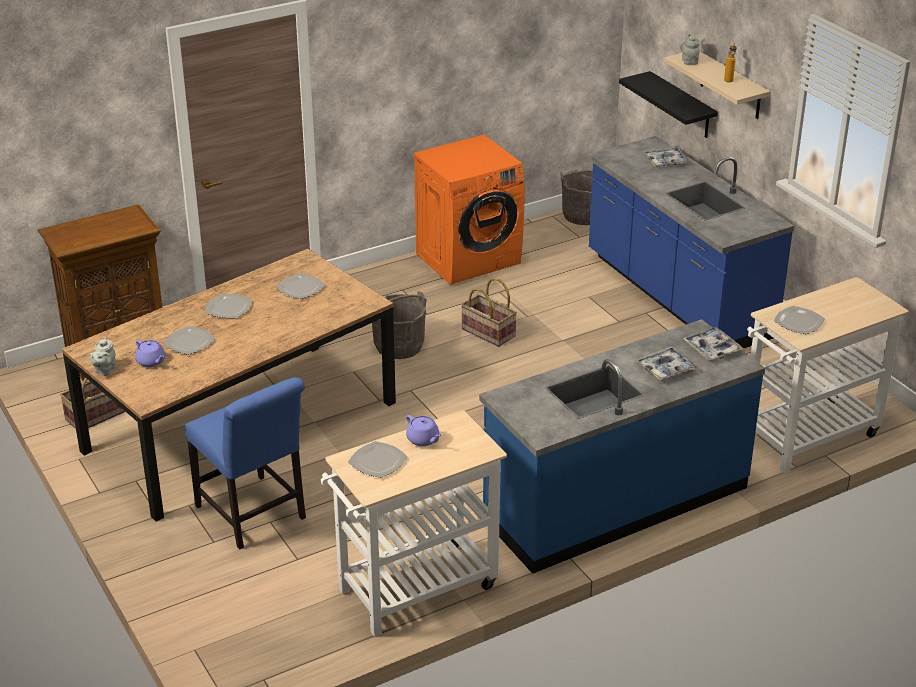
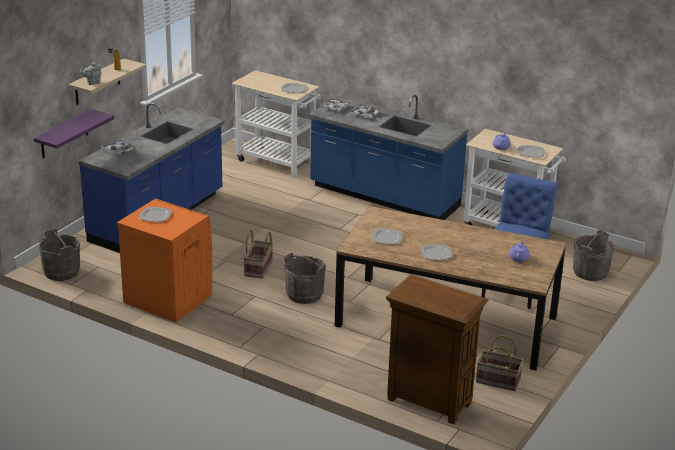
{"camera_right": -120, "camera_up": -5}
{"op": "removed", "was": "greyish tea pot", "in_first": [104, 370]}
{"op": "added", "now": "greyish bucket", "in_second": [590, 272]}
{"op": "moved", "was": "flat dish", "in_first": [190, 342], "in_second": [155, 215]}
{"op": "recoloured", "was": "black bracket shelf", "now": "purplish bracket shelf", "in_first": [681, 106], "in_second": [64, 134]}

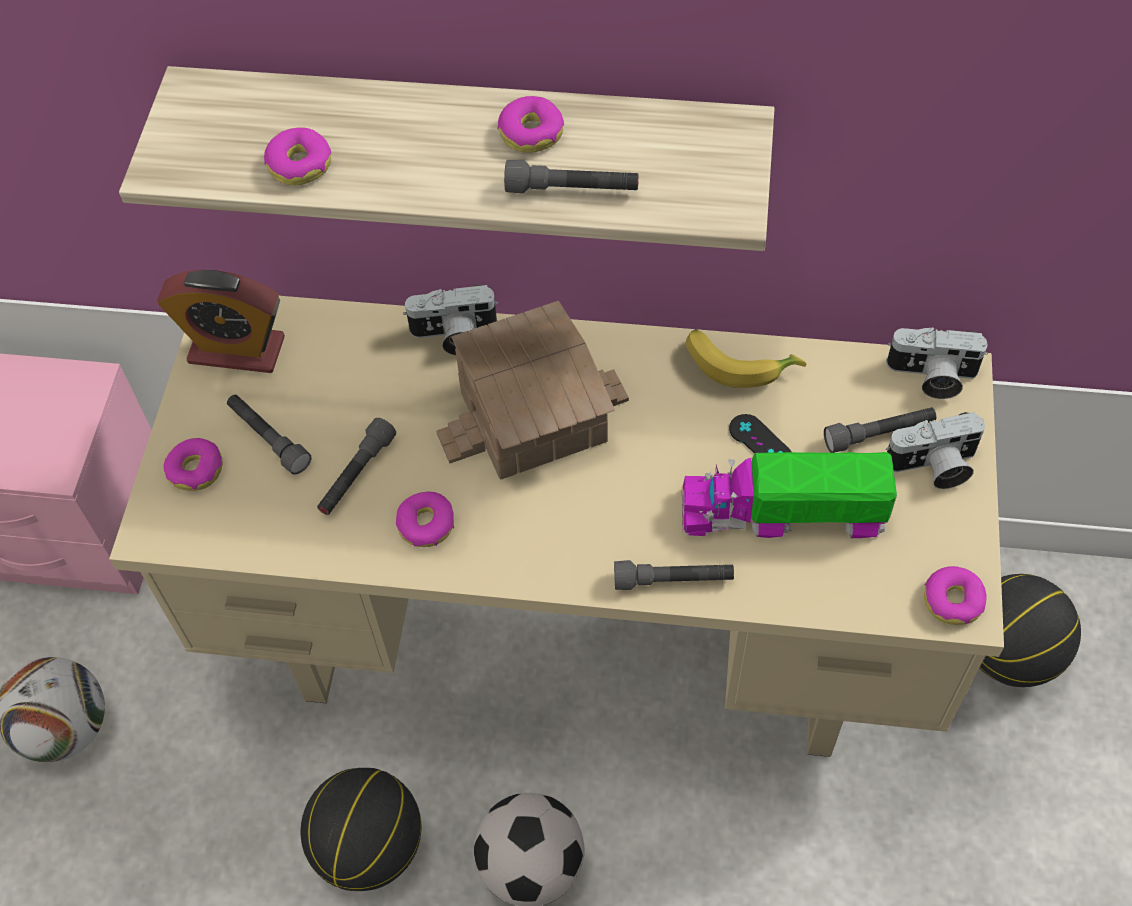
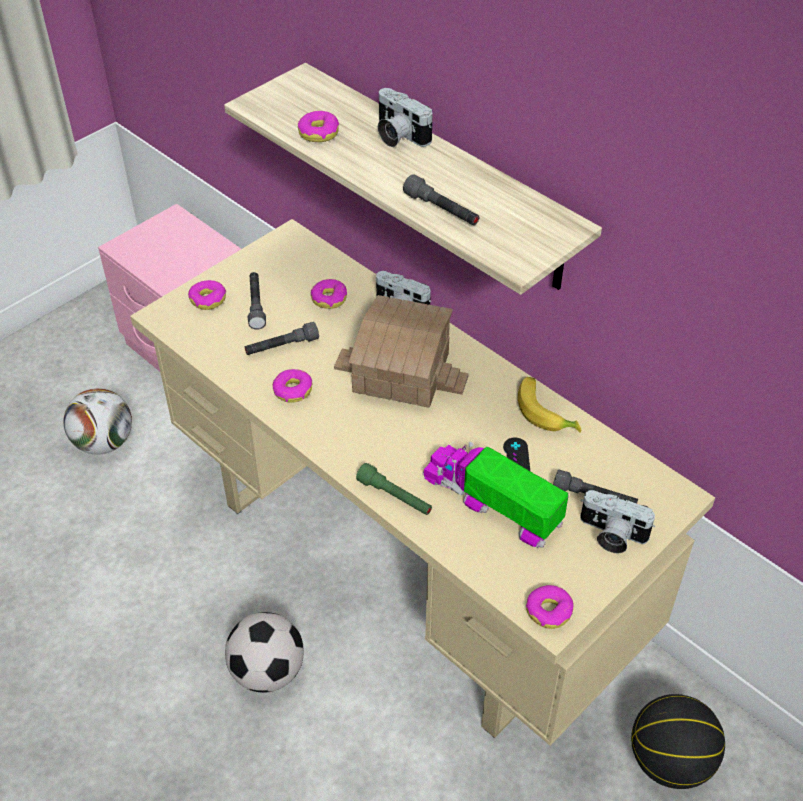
{"camera_right": 35, "camera_up": -10}
{"op": "removed", "was": "table clock", "in_first": [236, 350]}
{"op": "removed", "was": "basketball ball", "in_first": [370, 847]}
{"op": "moved", "was": "doughnut", "in_first": [531, 133], "in_second": [329, 298]}
{"op": "moved", "was": "still camera", "in_first": [931, 377], "in_second": [398, 135]}
{"op": "recoloured", "was": "greyish hand torch", "now": "green-coloured hand torch", "in_first": [673, 580], "in_second": [395, 497]}

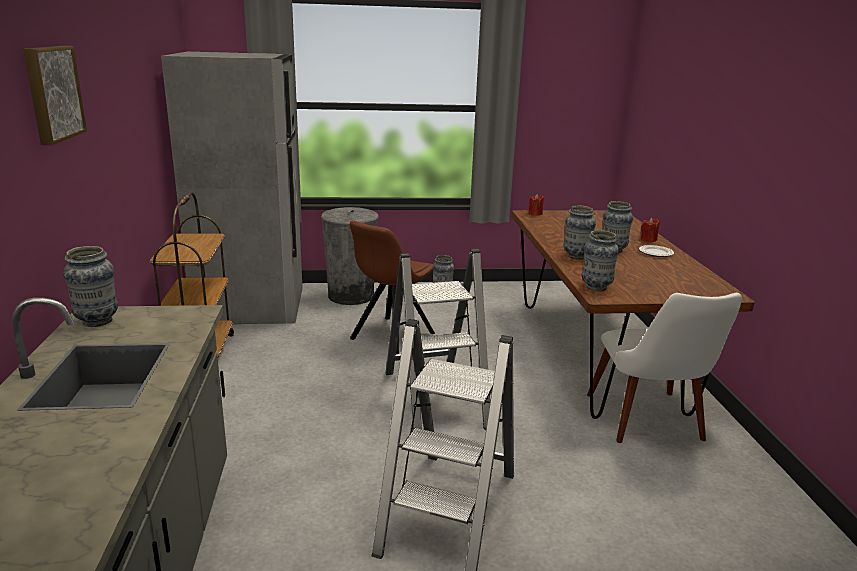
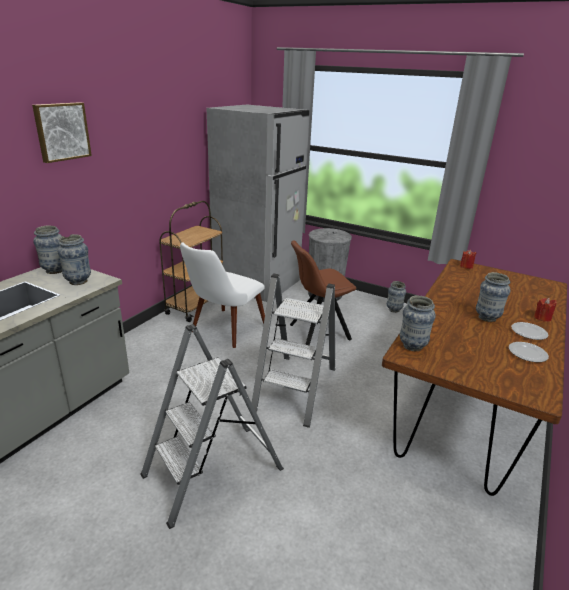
{"camera_right": 35, "camera_up": 5}
{"op": "added", "now": "flat dish", "in_second": [527, 353]}
{"op": "moved", "was": "flower vase", "in_first": [576, 256], "in_second": [78, 281]}
{"op": "moved", "was": "whitish chair", "in_first": [651, 425], "in_second": [223, 332]}

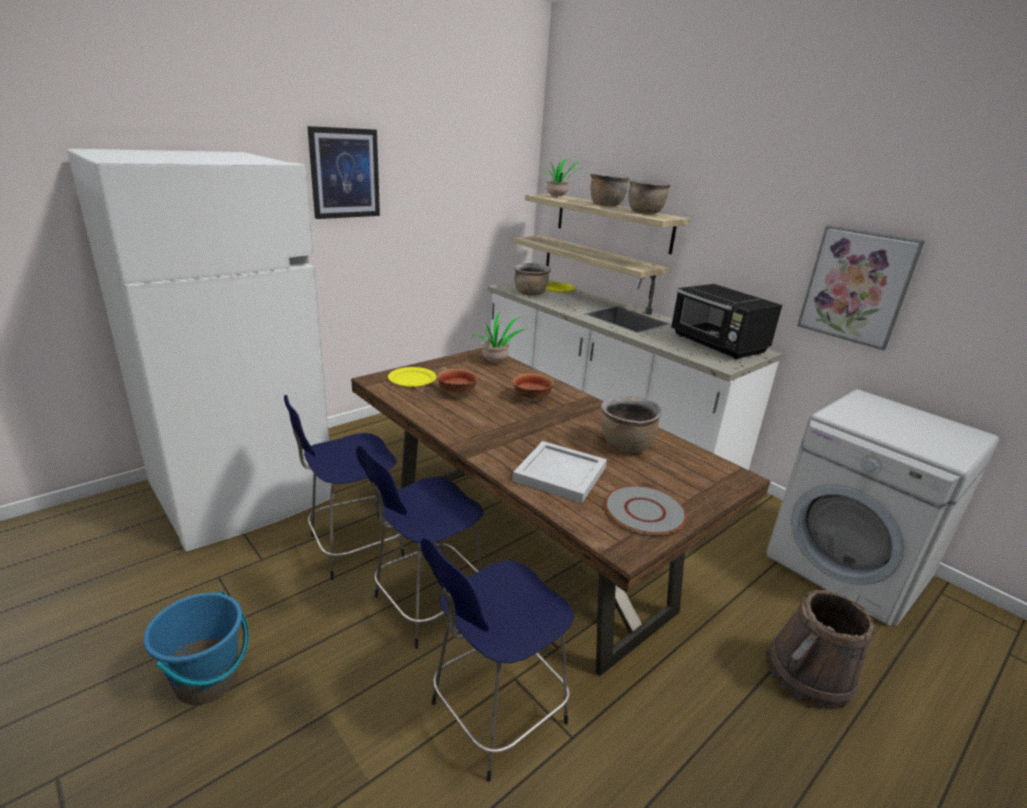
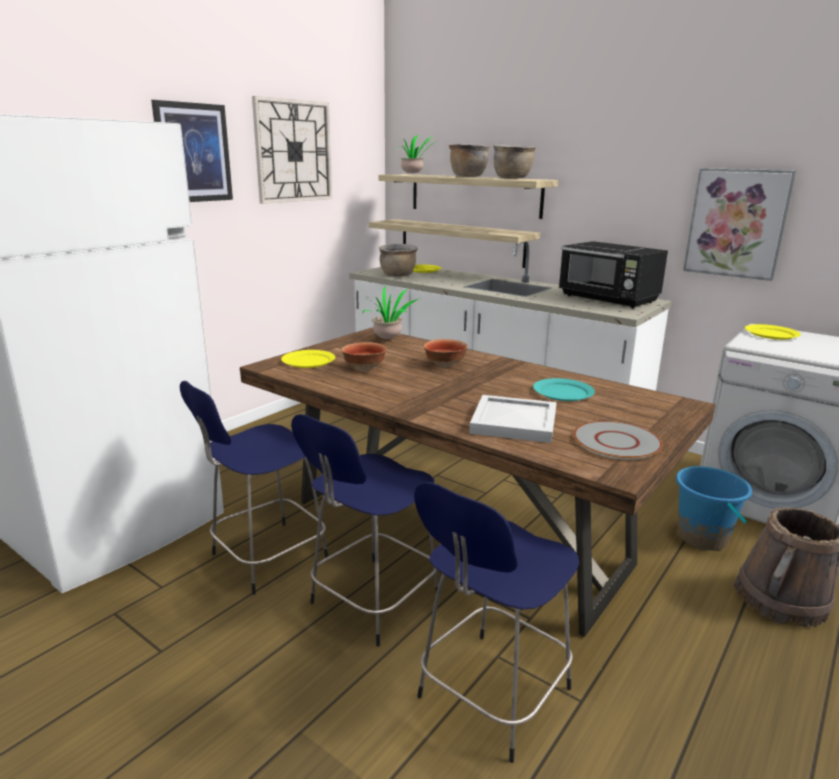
{"camera_right": -10, "camera_up": -5}
{"op": "added", "now": "wall clock", "in_second": [293, 151]}
{"op": "added", "now": "yellow-coloured flat dish", "in_second": [771, 334]}
{"op": "moved", "was": "blue-coloured bucket", "in_first": [208, 680], "in_second": [702, 537]}
{"op": "replaced", "was": "brownish saucepot", "now": "turquoise-coloured flat dish", "in_first": [625, 446], "in_second": [563, 392]}

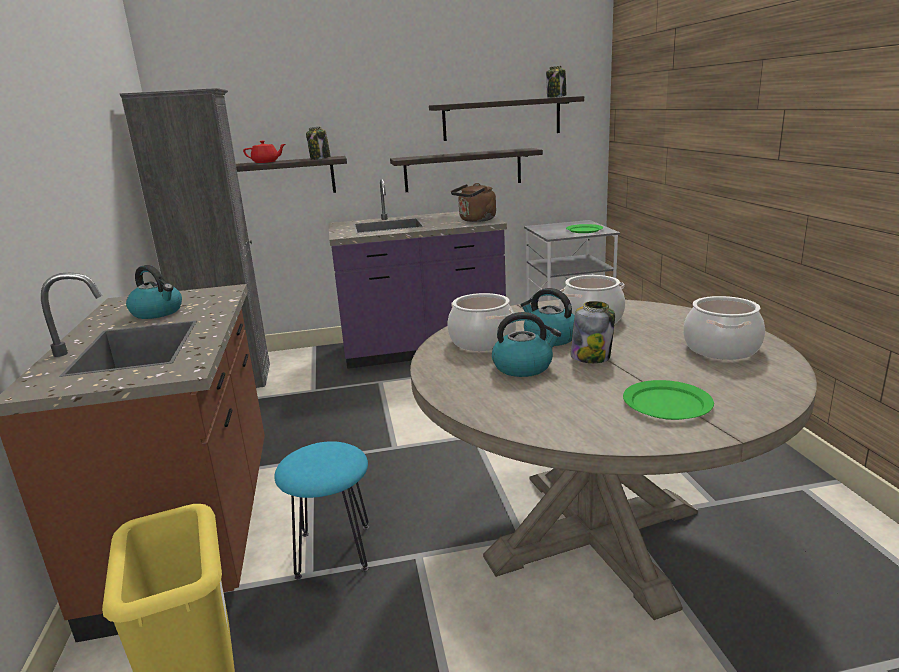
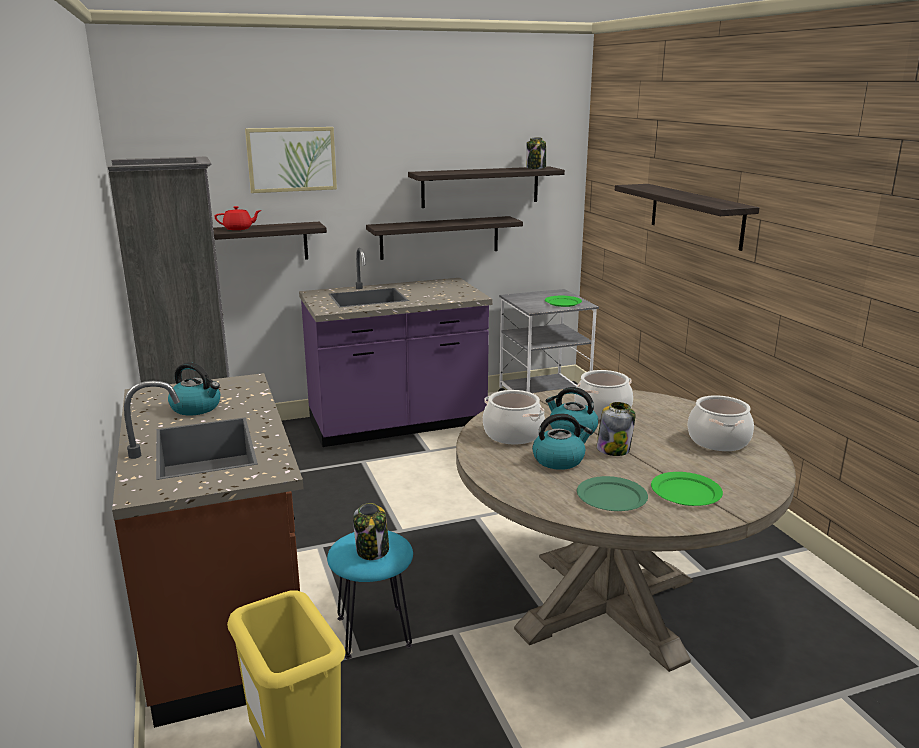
{"camera_right": -10, "camera_up": 0}
{"op": "removed", "was": "brownish tea kettle", "in_first": [476, 220]}
{"op": "added", "now": "wall picture", "in_second": [291, 159]}
{"op": "added", "now": "green-coloured flat dish", "in_second": [611, 497]}
{"op": "added", "now": "bracket shelf", "in_second": [695, 215]}
{"op": "moved", "was": "jar", "in_first": [320, 158], "in_second": [372, 550]}

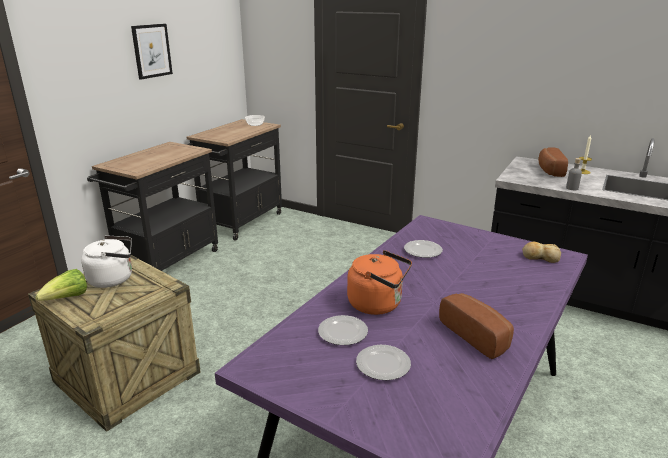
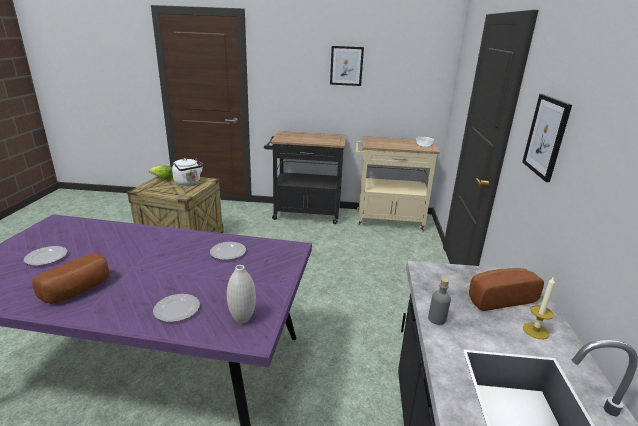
{"camera_right": 65, "camera_up": 0}
{"op": "removed", "was": "orangey tea kettle", "in_first": [378, 304]}
{"op": "added", "now": "wall picture", "in_second": [546, 136]}
{"op": "moved", "was": "flat dish", "in_first": [342, 333], "in_second": [176, 310]}
{"op": "replaced", "was": "bakery bread", "now": "whitish flower vase", "in_first": [540, 257], "in_second": [242, 319]}
{"op": "recoloured", "was": "black wheeled cart", "now": "sand-coloured wheeled cart", "in_first": [240, 223], "in_second": [386, 220]}

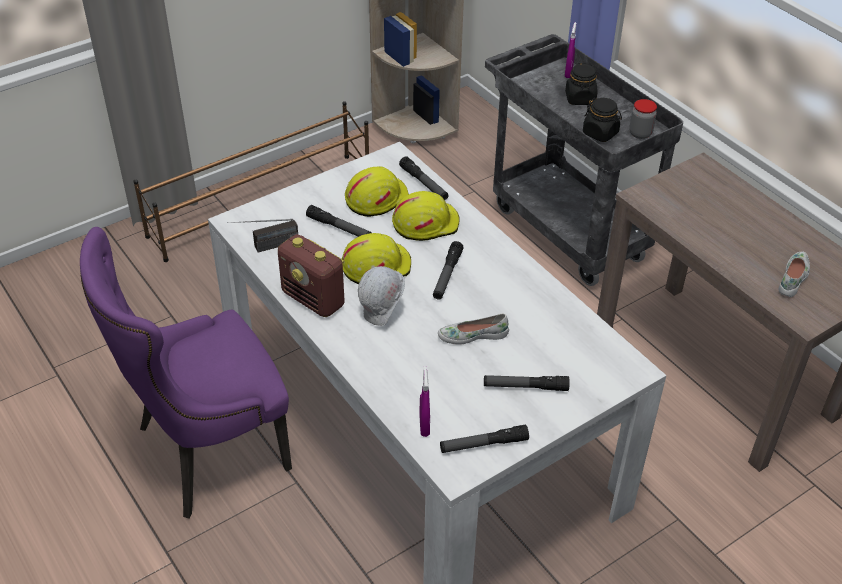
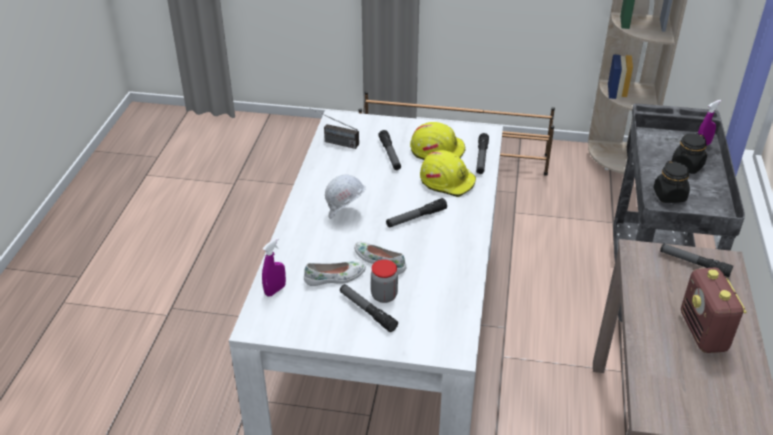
{"camera_right": 45, "camera_up": -5}
{"op": "removed", "was": "purplish chair", "in_first": [210, 451]}
{"op": "removed", "was": "yellow-coloured safety helmet", "in_first": [376, 266]}
{"op": "moved", "was": "radio", "in_first": [314, 299], "in_second": [703, 333]}
{"op": "moved", "was": "hand torch", "in_first": [483, 444], "in_second": [694, 263]}
{"op": "moved", "was": "jar", "in_first": [640, 133], "in_second": [384, 296]}
{"op": "moved", "was": "whitish item of footwear", "in_first": [793, 278], "in_second": [335, 277]}

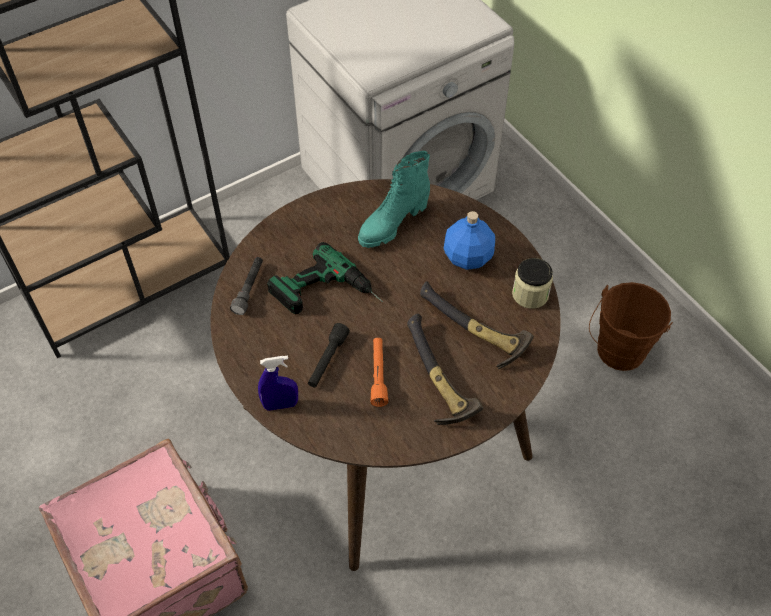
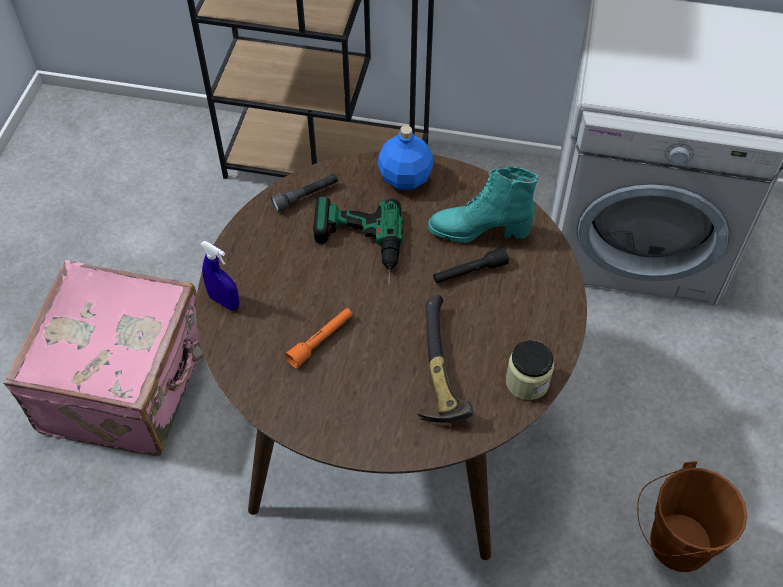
{"camera_right": 45, "camera_up": 0}
{"op": "removed", "was": "tool hammer", "in_first": [435, 379]}
{"op": "moved", "was": "black hand torch", "in_first": [327, 360], "in_second": [469, 272]}
{"op": "moved", "was": "blue-coloured bottle", "in_first": [468, 257], "in_second": [406, 178]}

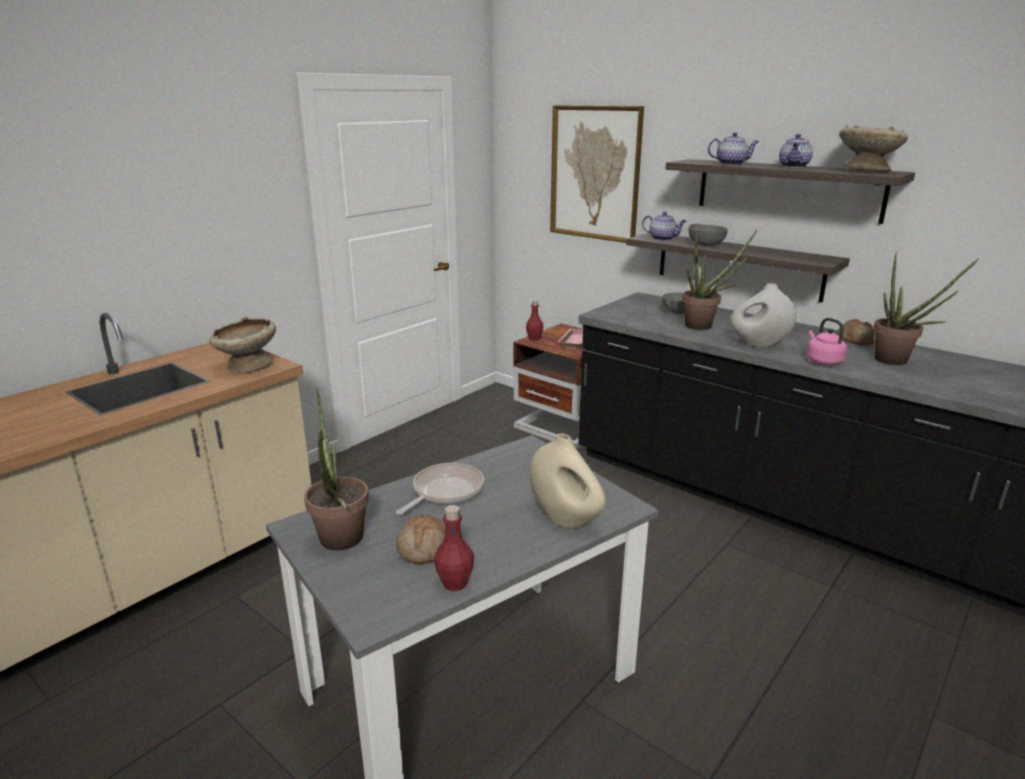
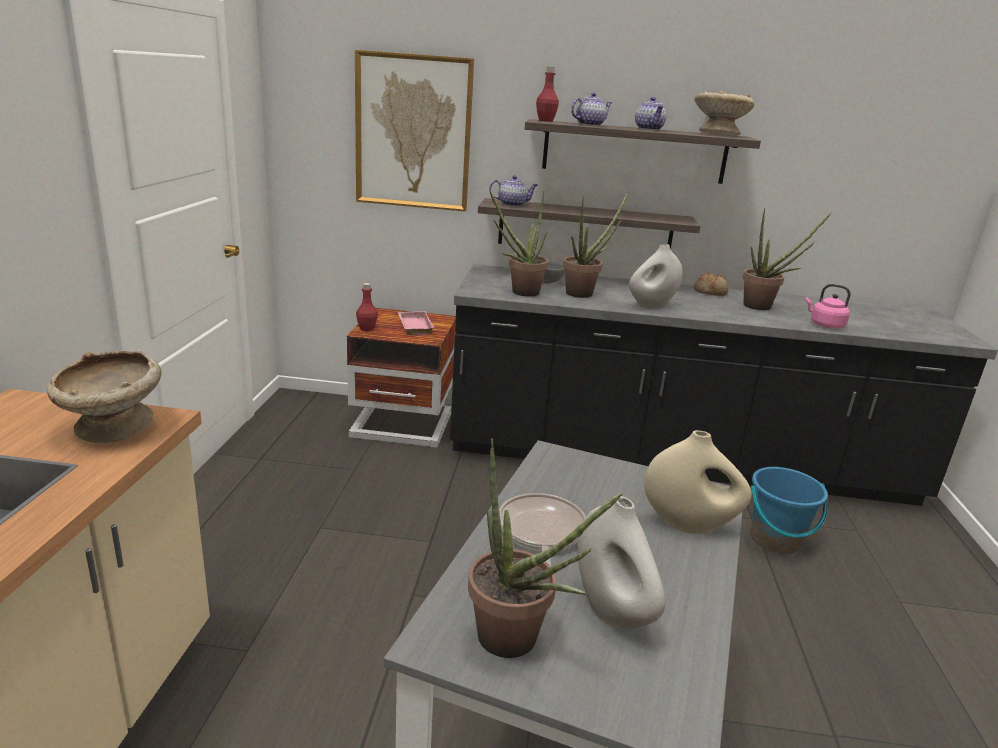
{"camera_right": -35, "camera_up": 0}
{"op": "removed", "was": "greyish serving bowl", "in_first": [706, 245]}
{"op": "added", "now": "potted plant", "in_second": [520, 293]}
{"op": "added", "now": "blue-coloured bucket", "in_second": [775, 540]}
{"op": "moved", "was": "reddish bottle", "in_first": [455, 583], "in_second": [545, 121]}
{"op": "moved", "was": "pink-coloured tea kettle", "in_first": [822, 361], "in_second": [824, 325]}
{"op": "replaced", "was": "bakery bread", "now": "whitish flower vase", "in_first": [424, 548], "in_second": [612, 611]}

